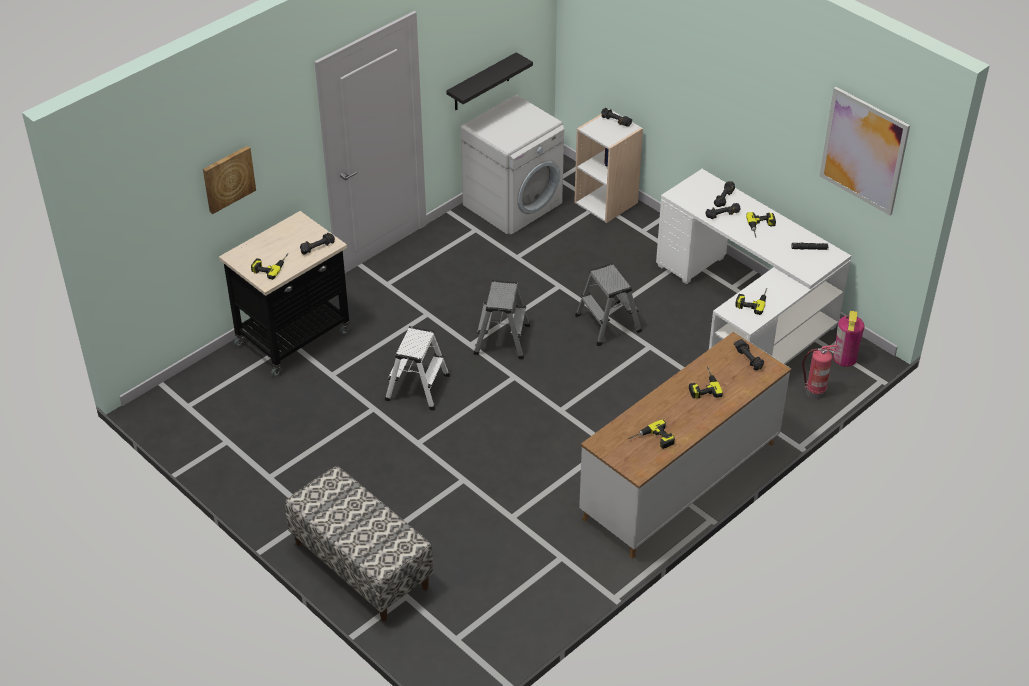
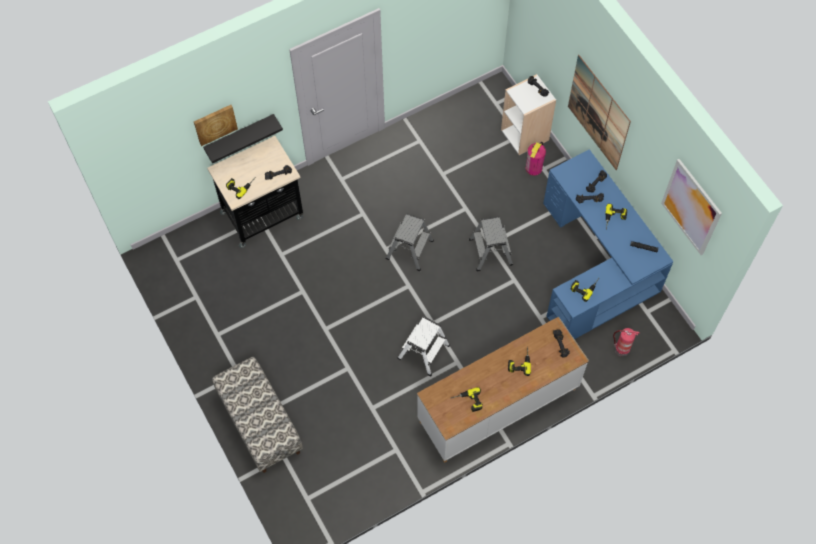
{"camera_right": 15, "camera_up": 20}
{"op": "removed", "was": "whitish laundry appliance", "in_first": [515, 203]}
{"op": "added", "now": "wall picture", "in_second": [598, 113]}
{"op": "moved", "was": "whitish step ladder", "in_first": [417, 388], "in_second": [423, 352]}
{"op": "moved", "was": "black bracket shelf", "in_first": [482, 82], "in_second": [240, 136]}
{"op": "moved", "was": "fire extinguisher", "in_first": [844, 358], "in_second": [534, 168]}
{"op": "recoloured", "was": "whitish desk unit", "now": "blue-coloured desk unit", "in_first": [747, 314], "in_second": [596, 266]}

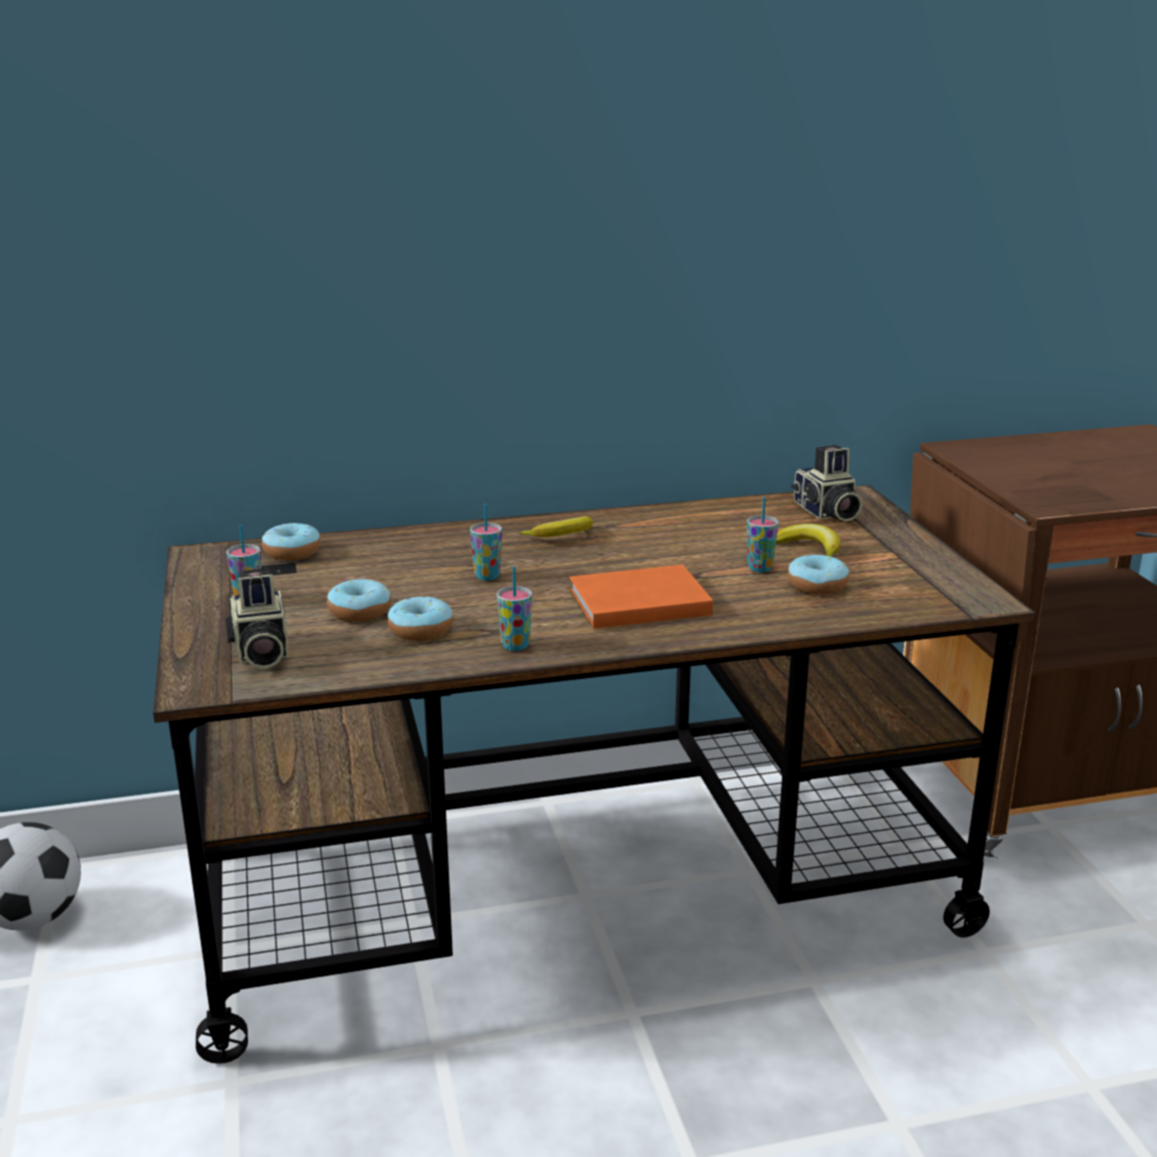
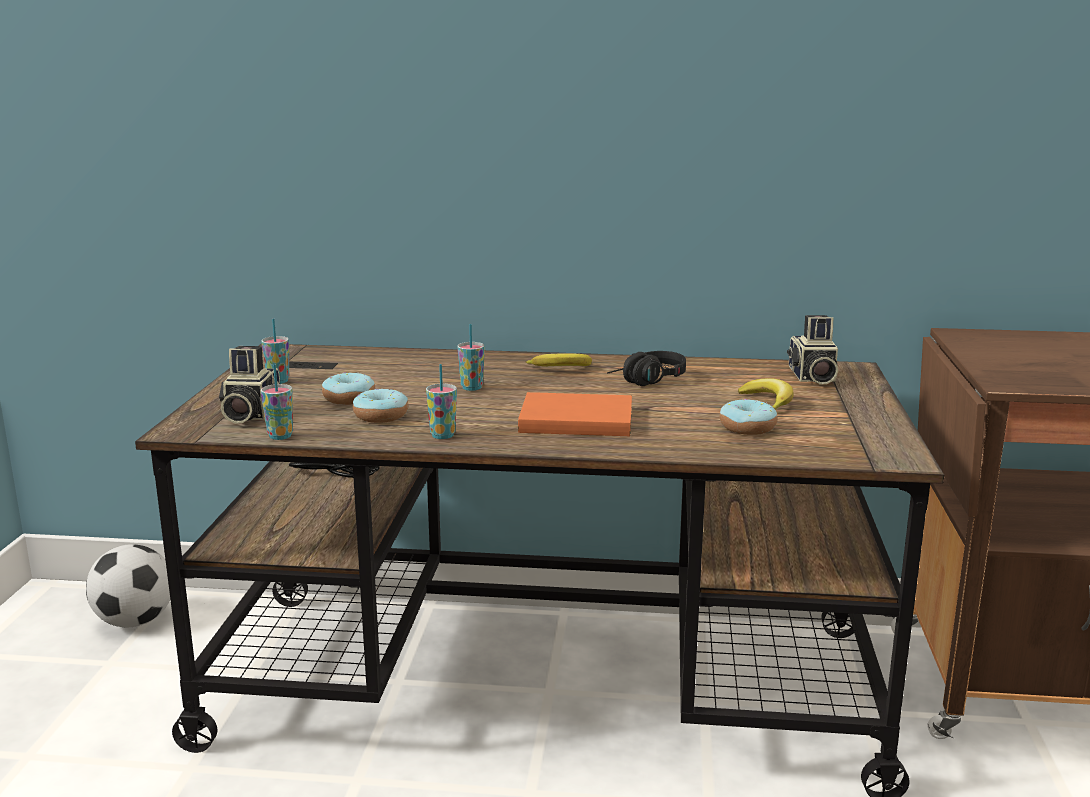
{"camera_right": 20, "camera_up": -5}
{"op": "removed", "was": "doughnut", "in_first": [292, 552]}
{"op": "added", "now": "black headset", "in_second": [647, 381]}
{"op": "moved", "was": "cup", "in_first": [760, 568], "in_second": [280, 436]}

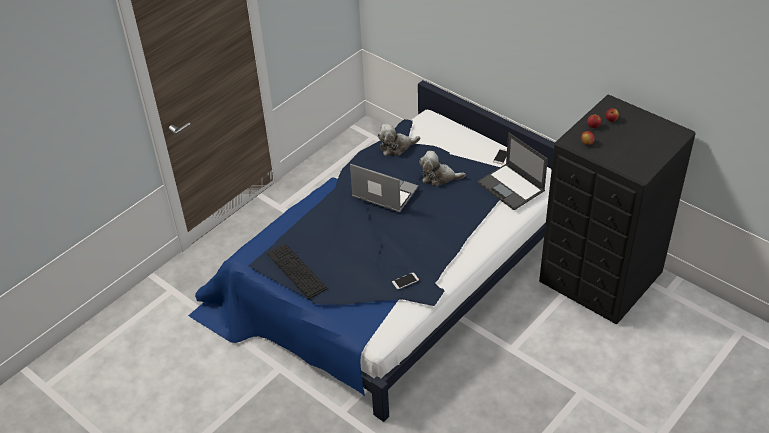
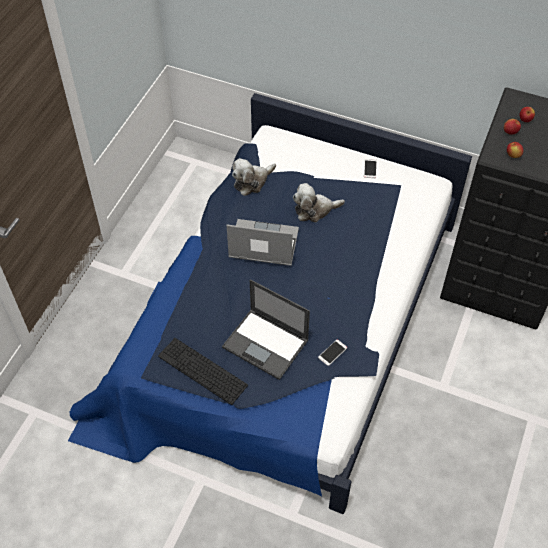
{"camera_right": -20, "camera_up": 10}
{"op": "moved", "was": "notebook computer", "in_first": [511, 187], "in_second": [266, 344]}

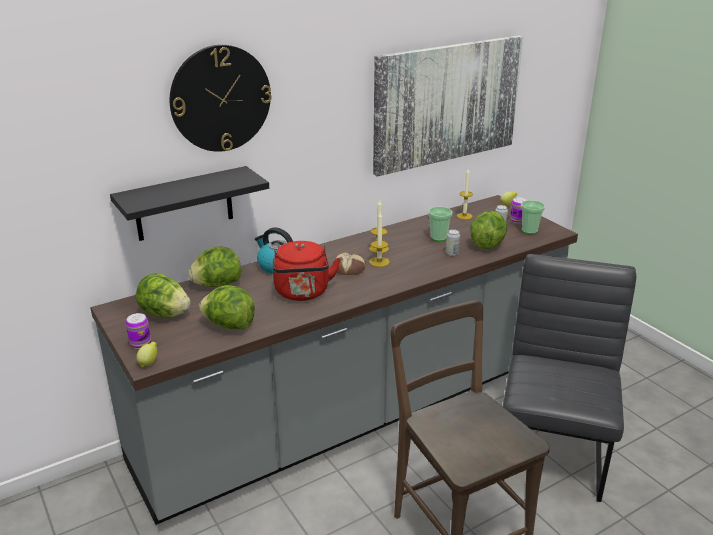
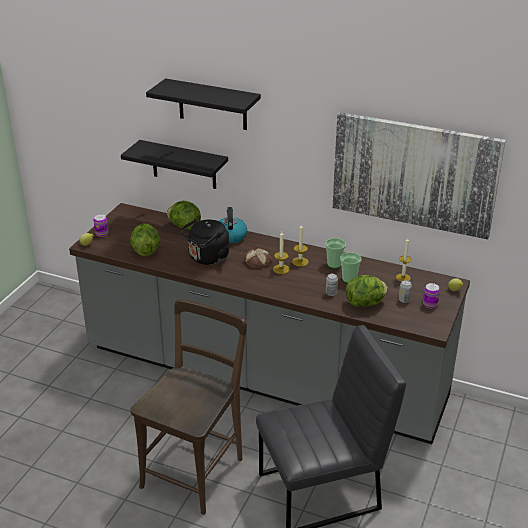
{"camera_right": 55, "camera_up": 5}
{"op": "removed", "was": "head of lettuce", "in_first": [165, 314]}
{"op": "moved", "was": "cup", "in_first": [529, 231], "in_second": [334, 264]}
{"op": "replaced", "was": "wall clock", "now": "black bracket shelf", "in_first": [220, 98], "in_second": [212, 104]}
{"op": "recoloured", "was": "reddish tea kettle", "now": "black tea kettle", "in_first": [302, 293], "in_second": [207, 258]}

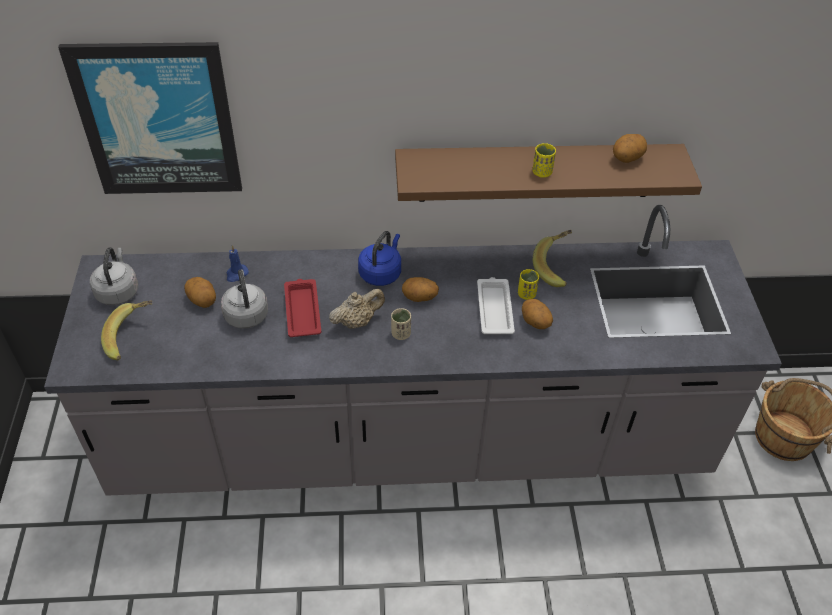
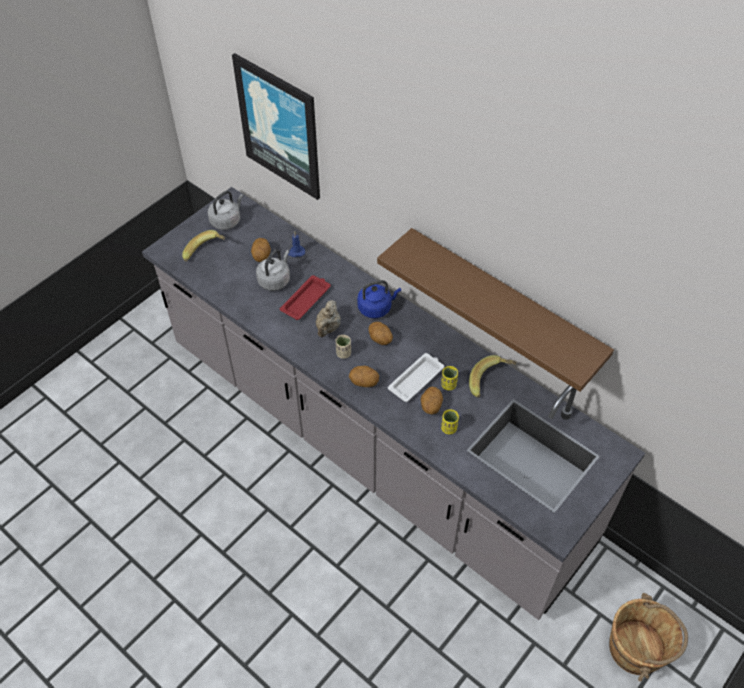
{"camera_right": 45, "camera_up": 5}
{"op": "moved", "was": "yellow-coloured cup", "in_first": [542, 172], "in_second": [449, 428]}
{"op": "moved", "was": "spud", "in_first": [626, 158], "in_second": [364, 382]}
{"op": "turned", "was": "sand-coloured tea pot", "in_first": [357, 321], "in_second": [328, 328], "clockwise": 90}

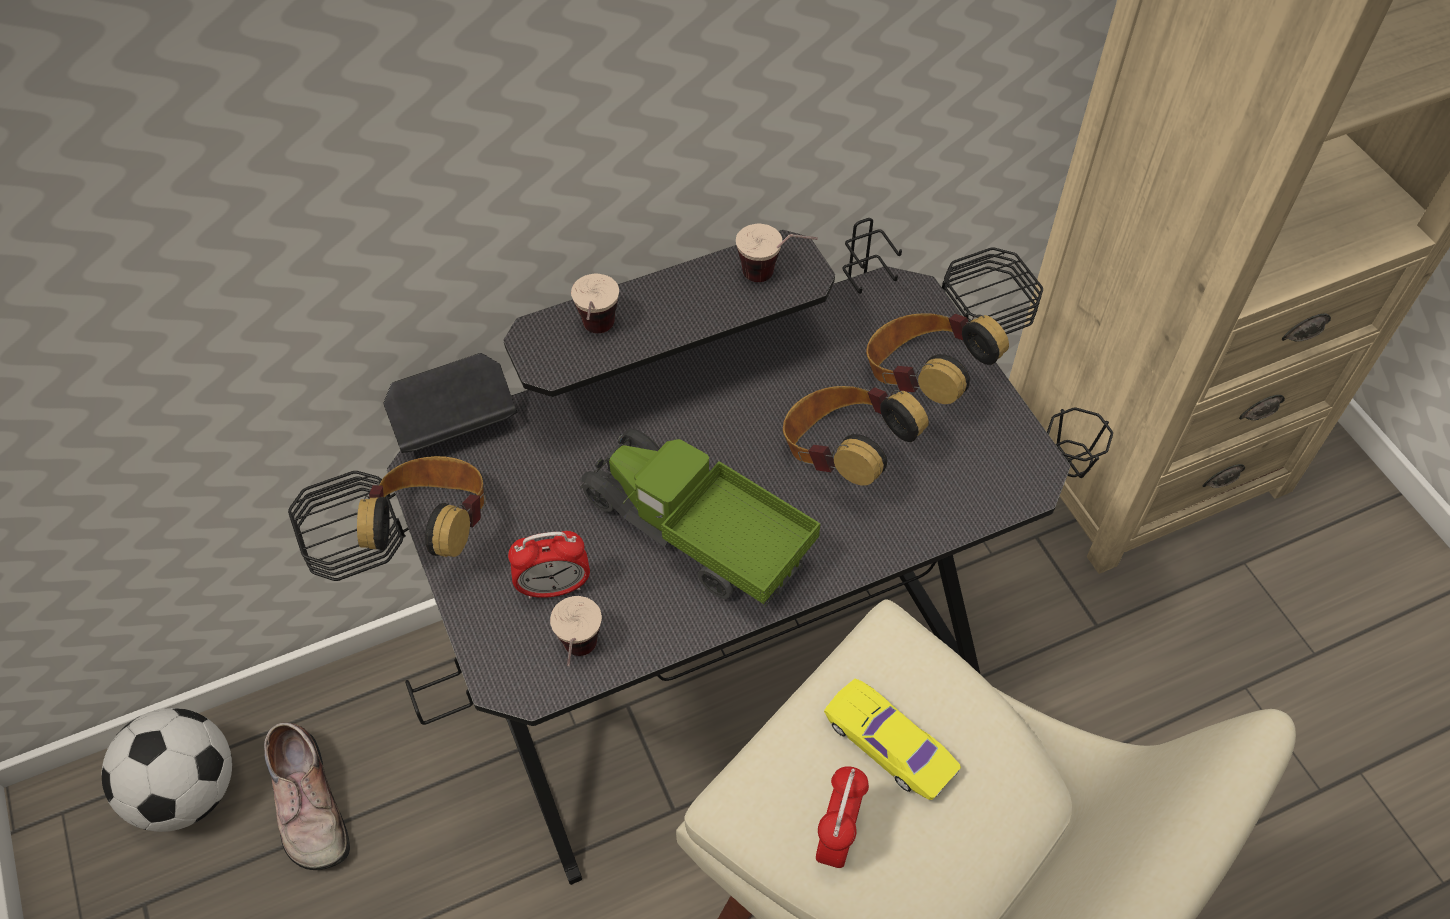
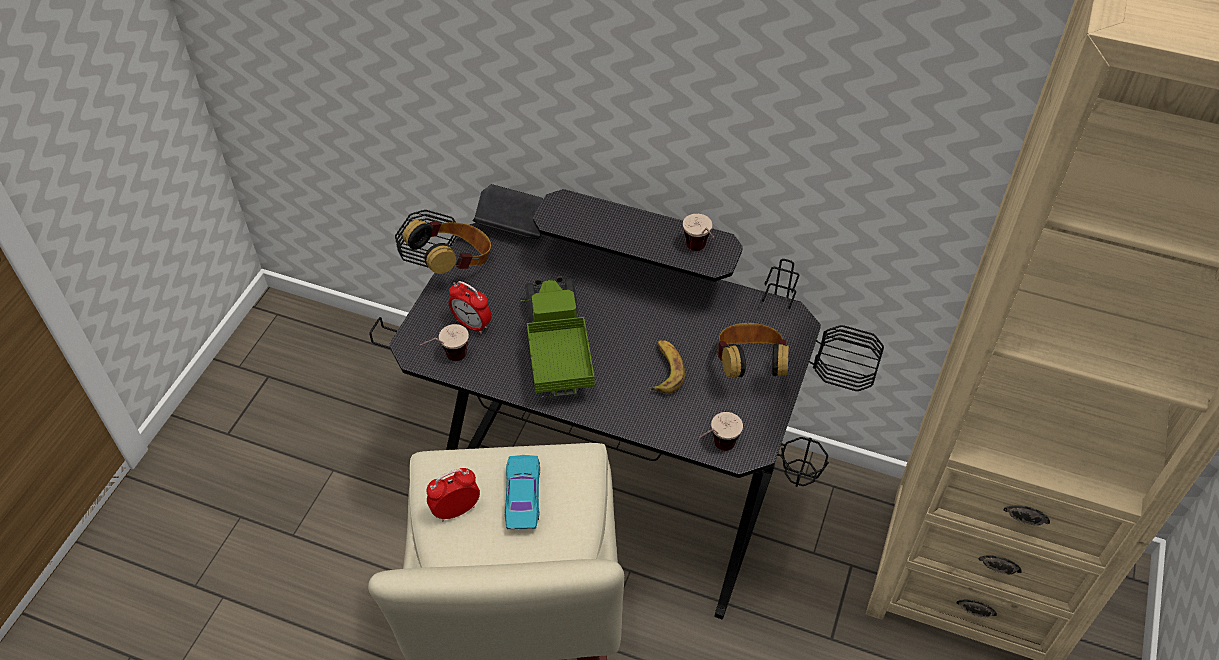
{"camera_right": 45, "camera_up": -5}
{"op": "removed", "was": "football", "in_first": [188, 791]}
{"op": "removed", "was": "item of footwear", "in_first": [305, 805]}
{"op": "moved", "was": "cup", "in_first": [597, 337], "in_second": [716, 450]}
{"op": "replaced", "was": "headset", "now": "whole banana", "in_first": [843, 455], "in_second": [665, 370]}
{"op": "recoloured", "was": "yellow-coloured toy car", "now": "turquoise-coloured toy car", "in_first": [889, 744], "in_second": [523, 497]}

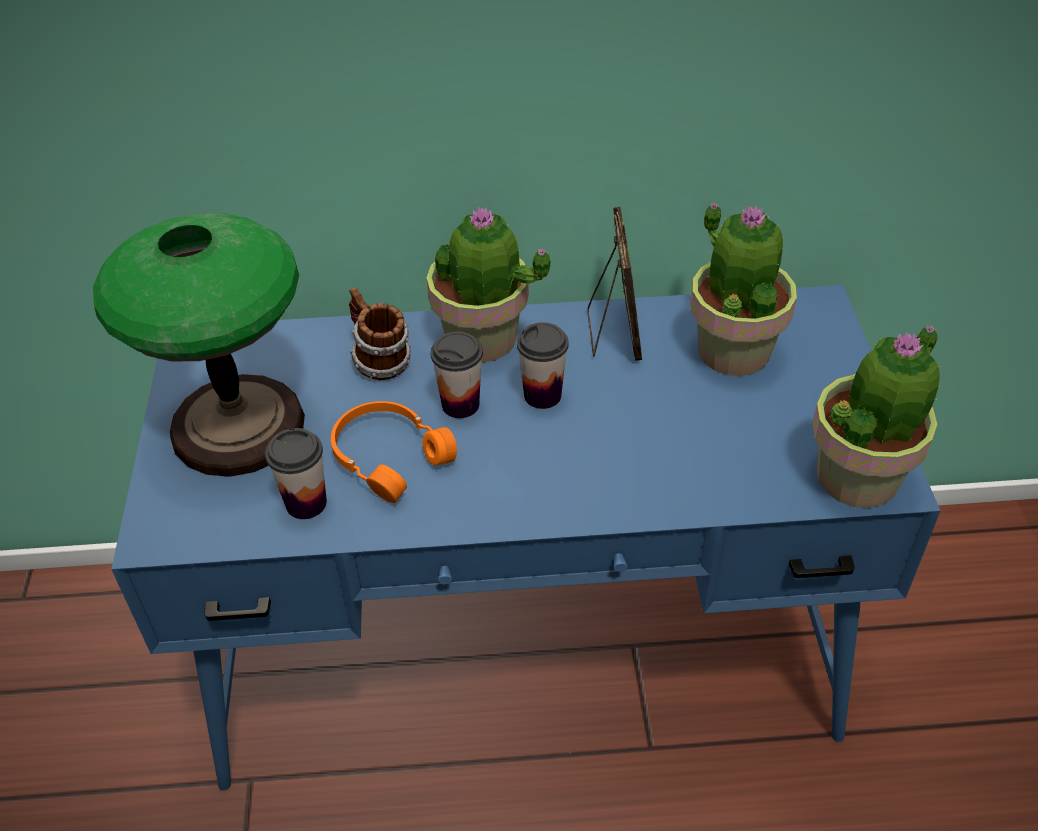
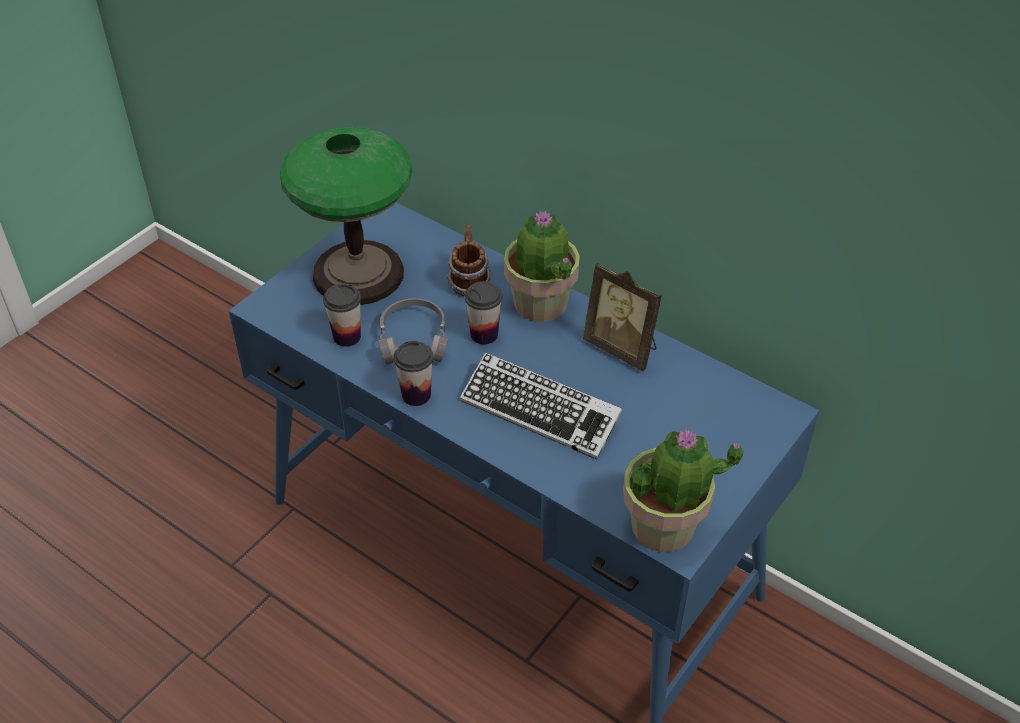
{"camera_right": 40, "camera_up": 0}
{"op": "removed", "was": "potted plant", "in_first": [733, 350]}
{"op": "added", "now": "PC keyboard", "in_second": [540, 411]}
{"op": "moved", "was": "cup", "in_first": [542, 395], "in_second": [416, 395]}
{"op": "recoloured", "was": "orangey headset", "now": "greyish headset", "in_first": [389, 456], "in_second": [414, 339]}
{"op": "turned", "was": "photo frame", "in_first": [613, 333], "in_second": [622, 348], "clockwise": 90}

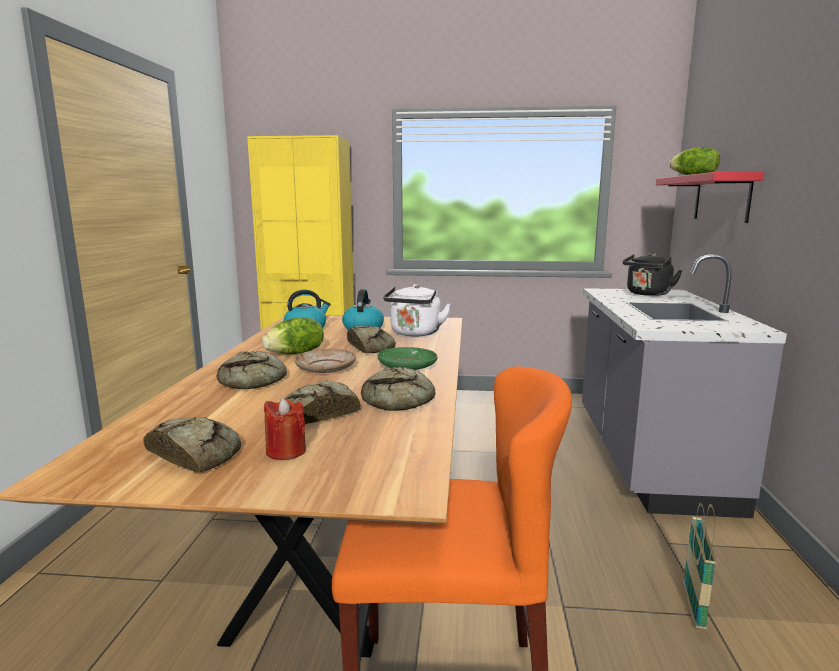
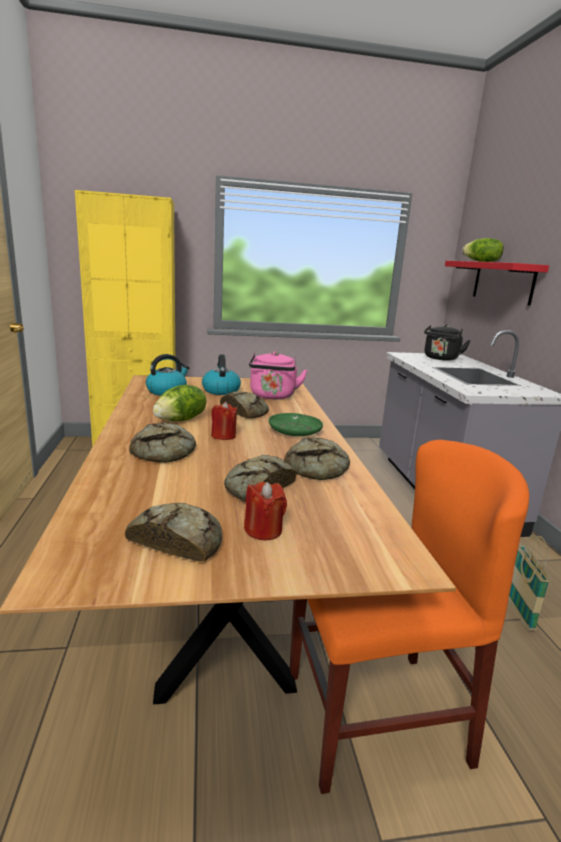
{"camera_right": -15, "camera_up": 5}
{"op": "replaced", "was": "sand-coloured flat dish", "now": "reddish wax candle", "in_first": [326, 368], "in_second": [223, 436]}
{"op": "recoloured", "was": "whitish tea kettle", "now": "pink-coloured tea kettle", "in_first": [415, 333], "in_second": [272, 396]}

